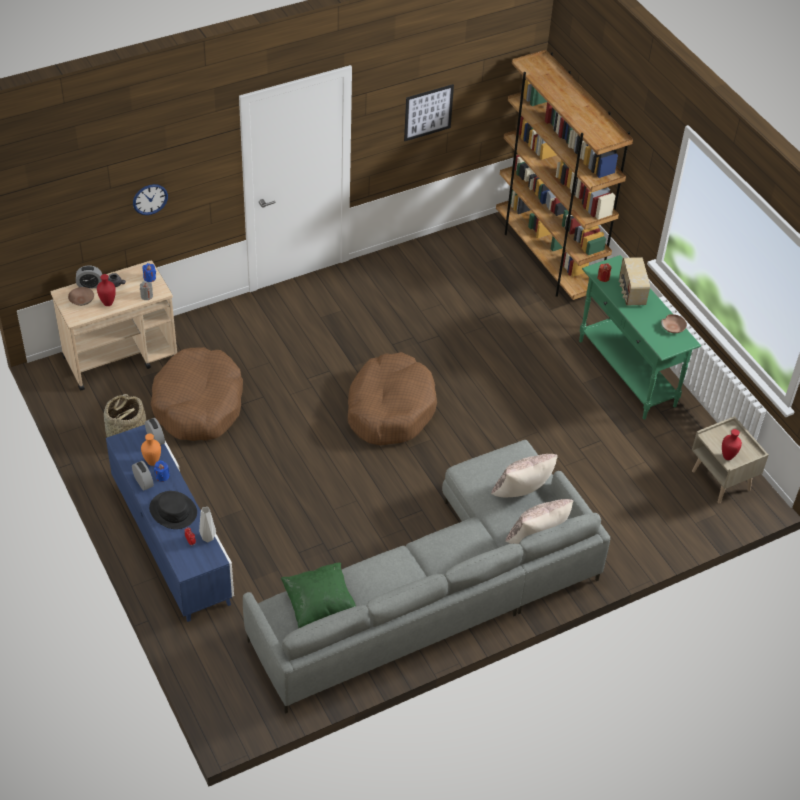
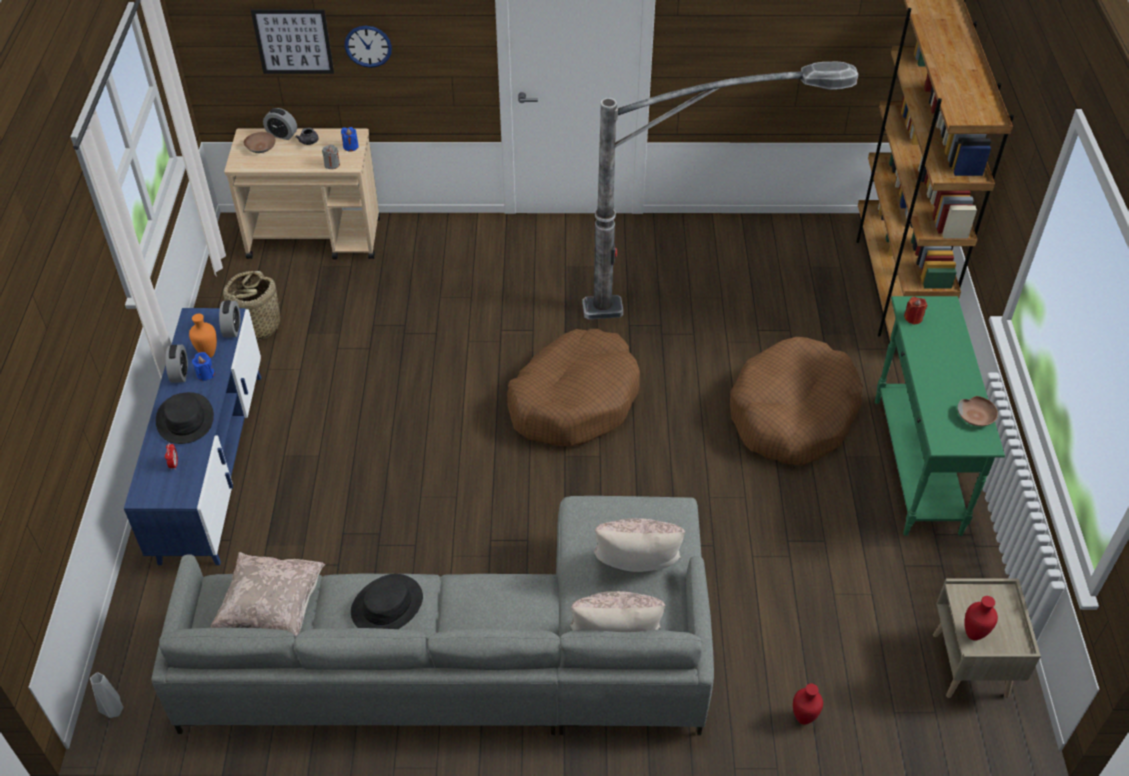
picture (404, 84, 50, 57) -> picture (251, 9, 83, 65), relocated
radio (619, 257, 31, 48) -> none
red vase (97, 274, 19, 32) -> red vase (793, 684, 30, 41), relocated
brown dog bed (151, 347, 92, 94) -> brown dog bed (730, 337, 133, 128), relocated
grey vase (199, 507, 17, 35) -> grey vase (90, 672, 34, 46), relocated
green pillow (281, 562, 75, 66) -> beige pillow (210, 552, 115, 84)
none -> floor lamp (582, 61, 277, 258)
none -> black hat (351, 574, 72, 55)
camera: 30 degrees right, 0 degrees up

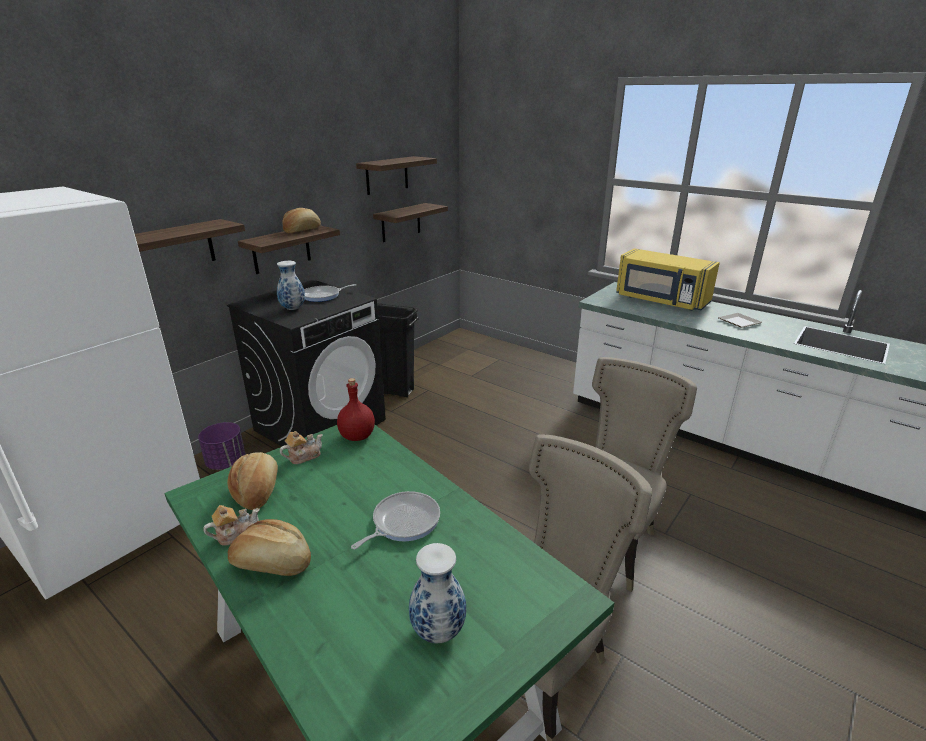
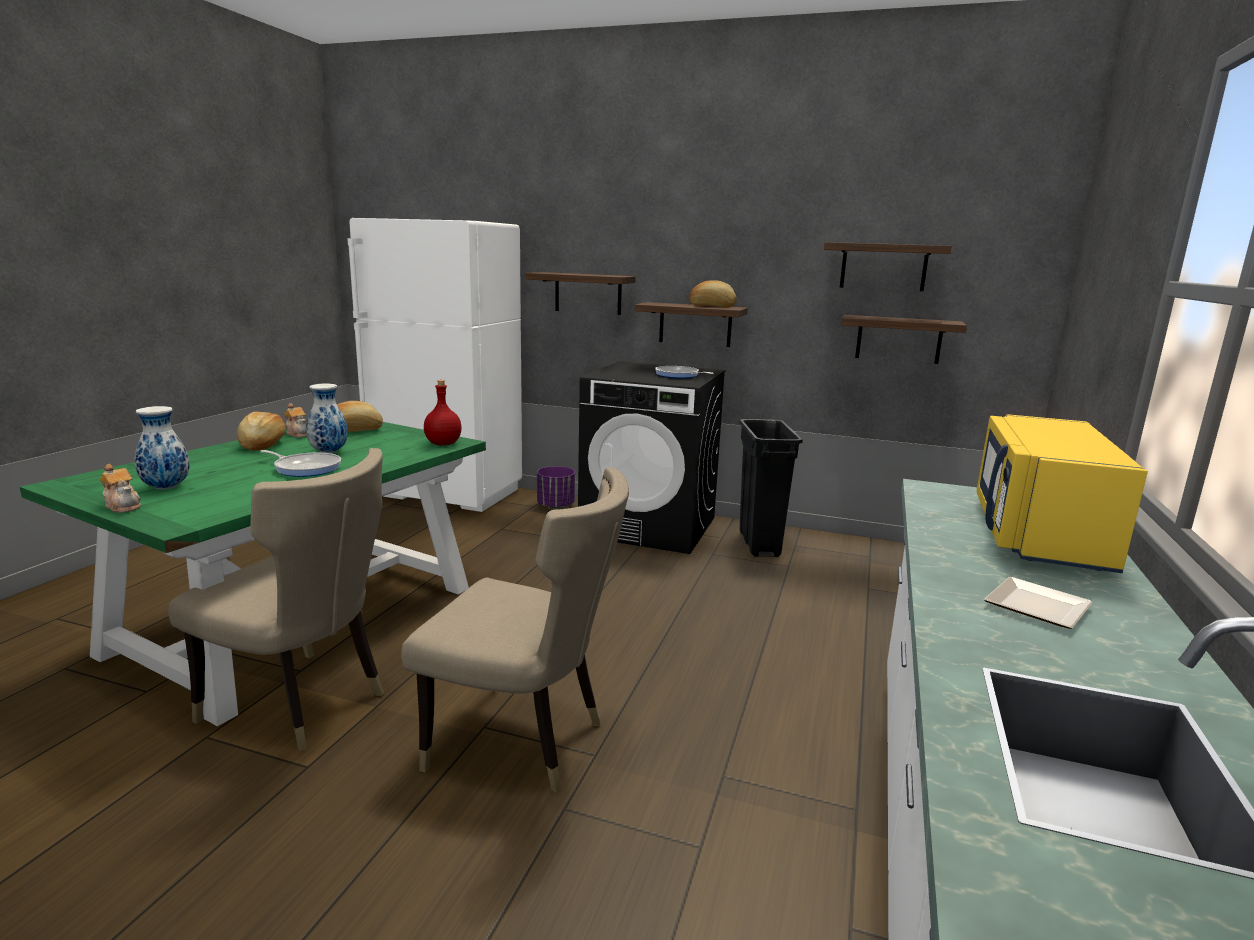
vase (277, 261, 28, 49) -> vase (306, 383, 42, 70), relocated
teapot (280, 431, 43, 33) -> teapot (100, 464, 41, 49), relocated
camera: 70 degrees right, 10 degrees down

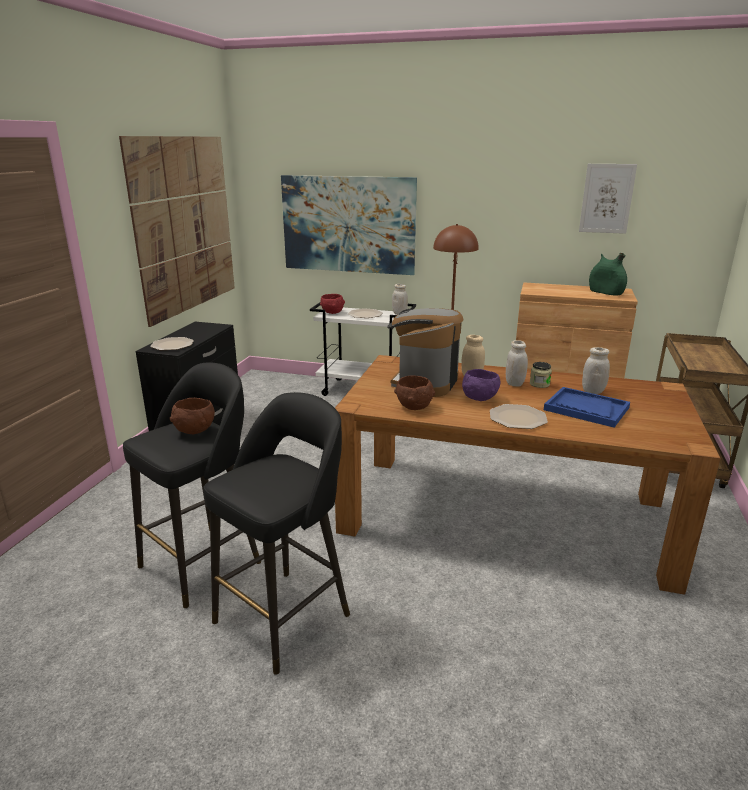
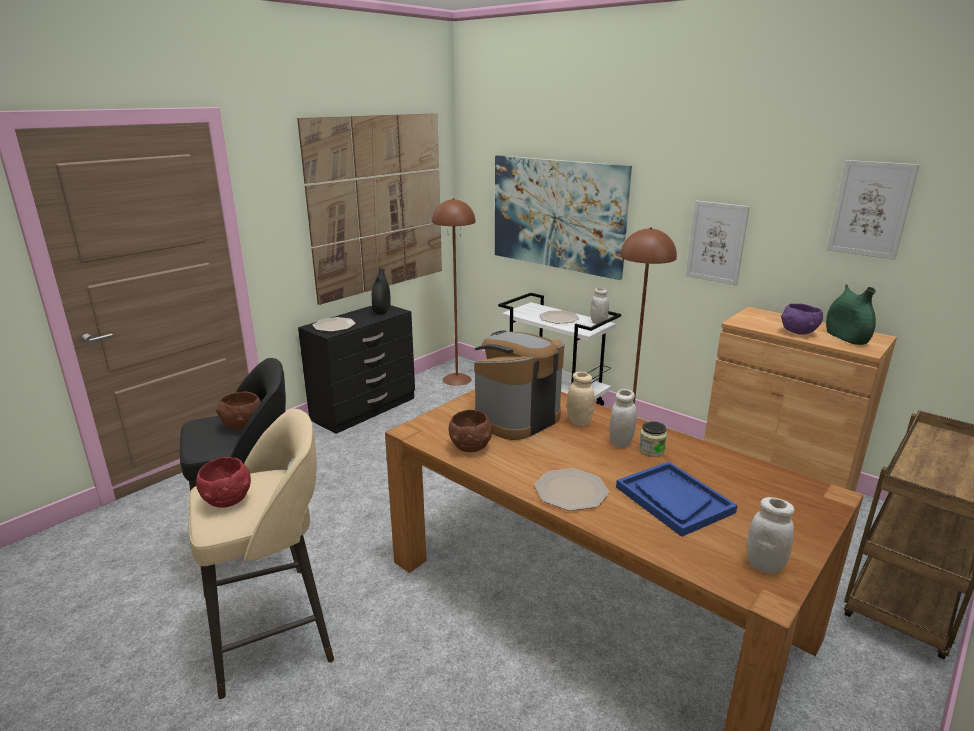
red bowl (320, 294, 25, 20) -> red bowl (196, 457, 55, 51), relocated
white jar (582, 347, 28, 47) -> white jar (747, 497, 48, 76), relocated
purple bowl (462, 369, 39, 32) -> purple bowl (781, 303, 42, 32), relocated
black stool (203, 392, 147, 283) -> beige stool (188, 409, 146, 290)
none -> brown floor lamp (432, 198, 44, 188)
none -> picture (686, 201, 64, 84)
none -> black vase (372, 268, 19, 46)
camera: 25 degrees right, 0 degrees up

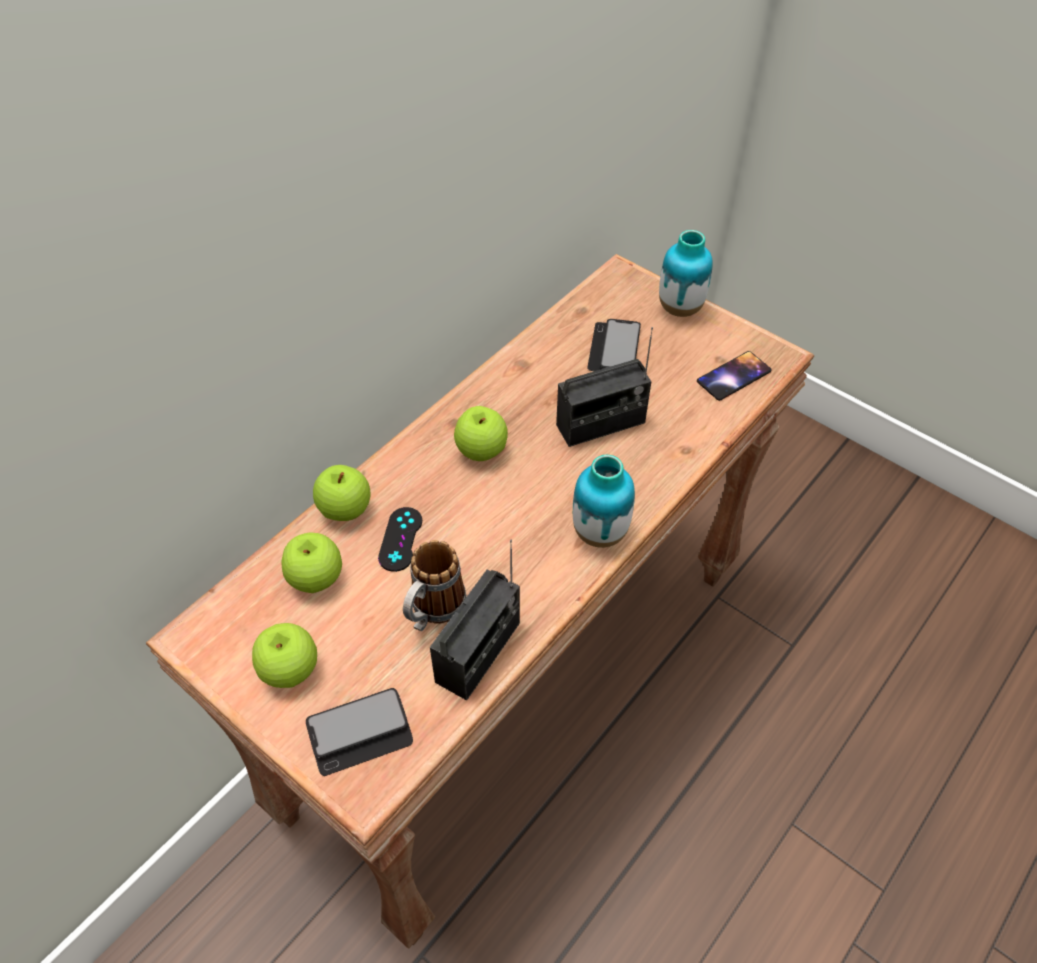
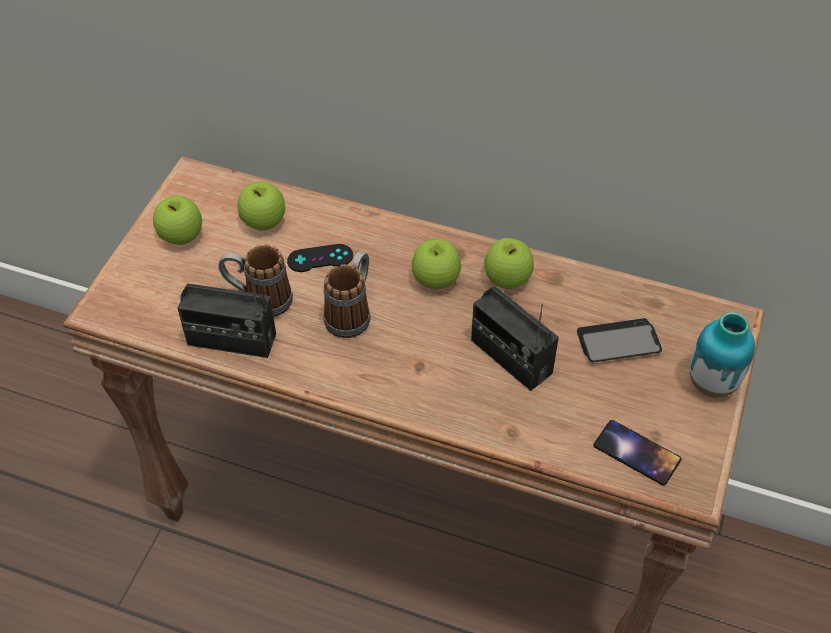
vase (573, 455, 62, 93) -> none
apple (313, 465, 57, 56) -> apple (484, 238, 50, 51), relocated
phone (306, 688, 107, 88) -> none
none -> mug (323, 251, 47, 87)
camera: 70 degrees right, 0 degrees up

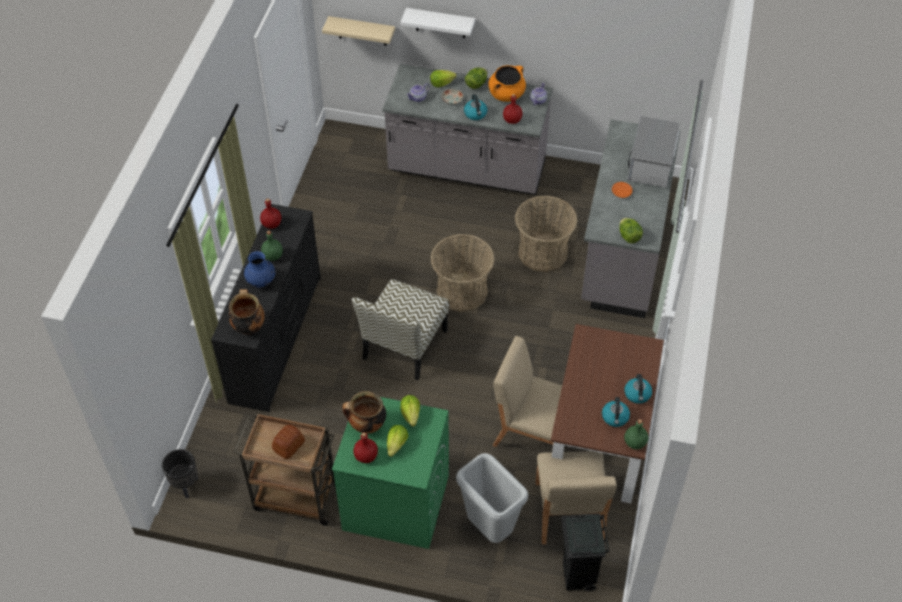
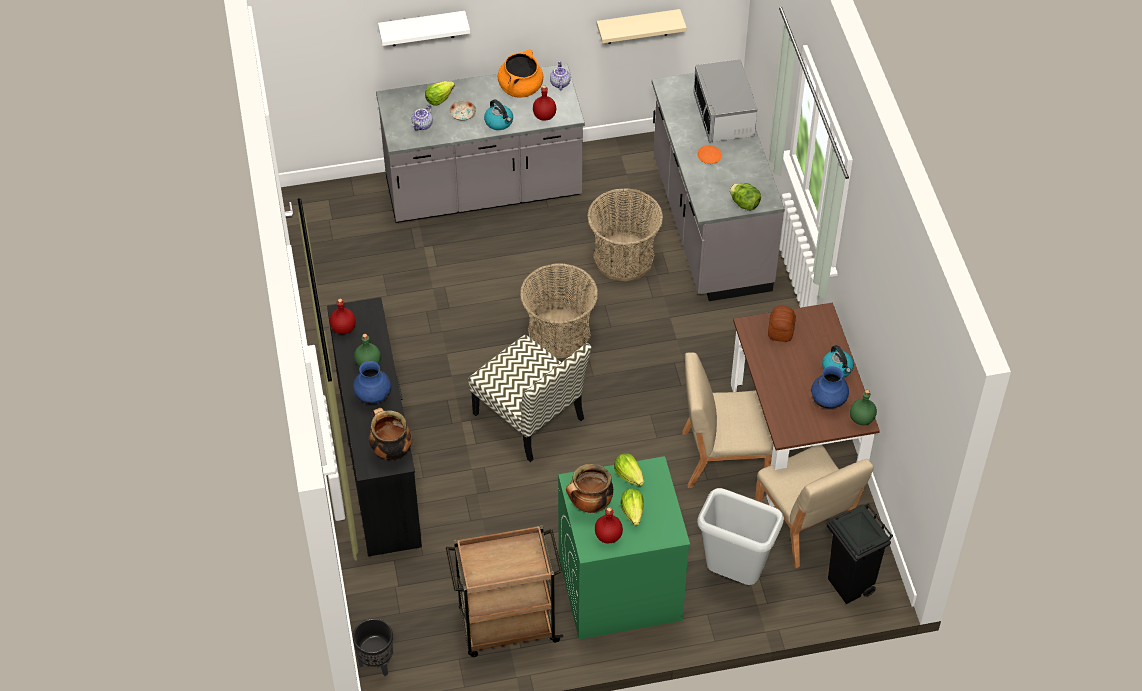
beige shelf (322, 16, 73, 30) -> beige shelf (597, 9, 90, 35), relocated
lettuce (465, 67, 22, 22) -> none
chair (352, 279, 97, 101) -> chair (468, 335, 123, 127), 45 degrees counterclockwise
kettle (602, 397, 28, 30) -> blue vase (811, 366, 38, 42)
bread (272, 425, 33, 34) -> bread (768, 306, 28, 36), relocated
camera: 25 degrees left, 0 degrees up

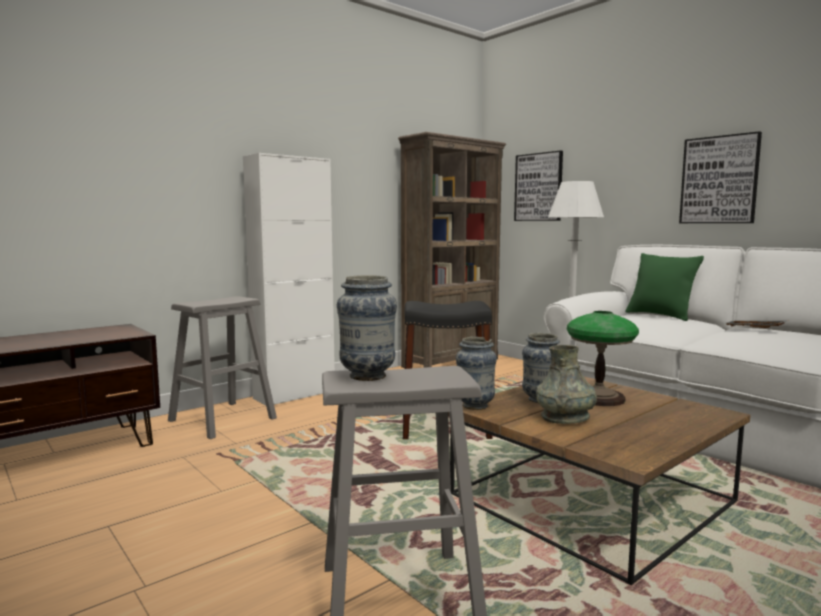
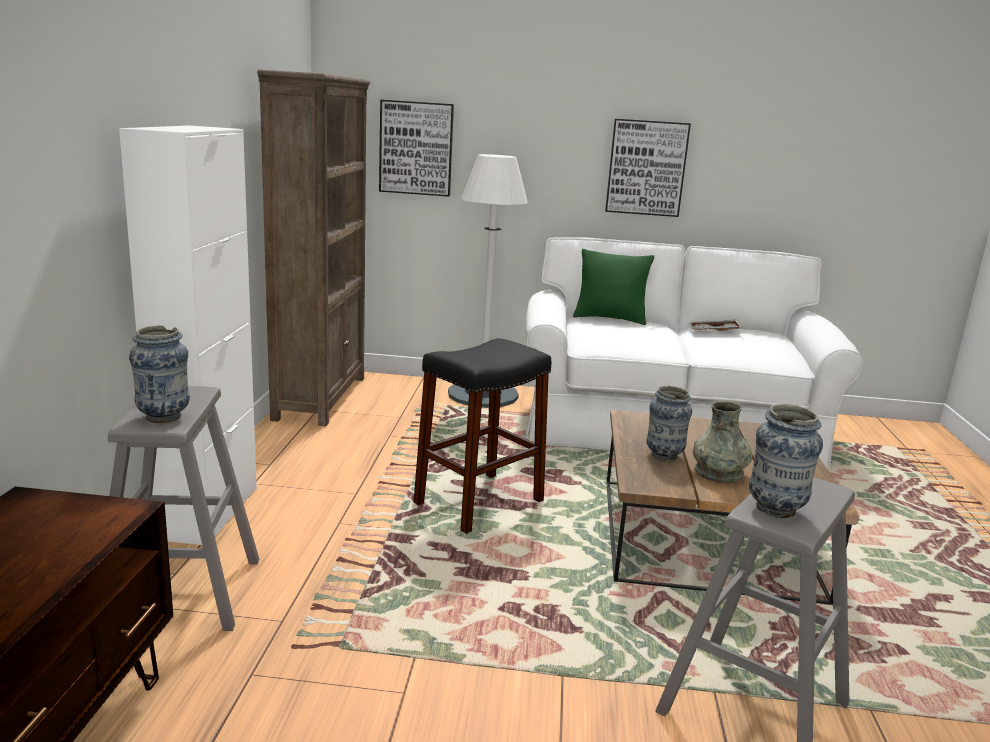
table lamp (567, 311, 72, 95) -> none
vase (456, 337, 41, 73) -> vase (129, 325, 61, 98), relocated
camera: 45 degrees left, 10 degrees up

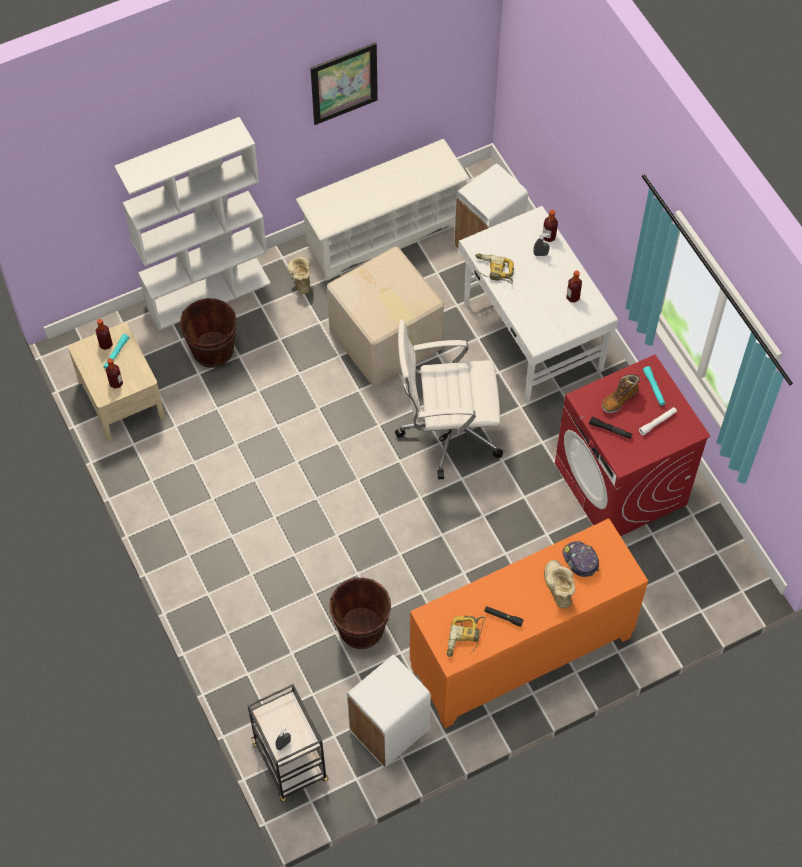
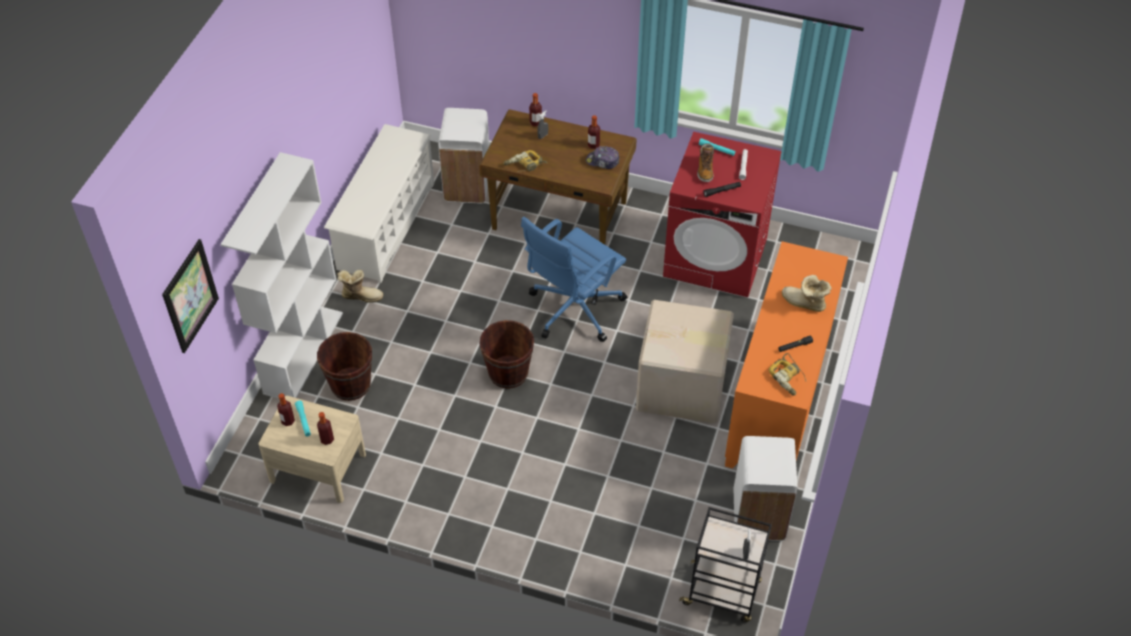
picture (310, 42, 68, 83) -> picture (162, 239, 57, 114), relocated
white desk (458, 206, 160, 198) -> brown desk (479, 109, 158, 136)
cardboard box (327, 247, 117, 140) -> cardboard box (636, 300, 98, 123), relocated
boot (288, 256, 22, 38) -> boot (337, 270, 46, 33), 150 degrees clockwise
white office chair (395, 319, 108, 160) -> blue office chair (521, 216, 106, 126)
cap (563, 541, 36, 36) -> cap (586, 146, 33, 23), relocated
brown bucket (329, 578, 62, 71) -> brown bucket (479, 320, 55, 69), relocated
camera: 45 degrees left, 10 degrees down

